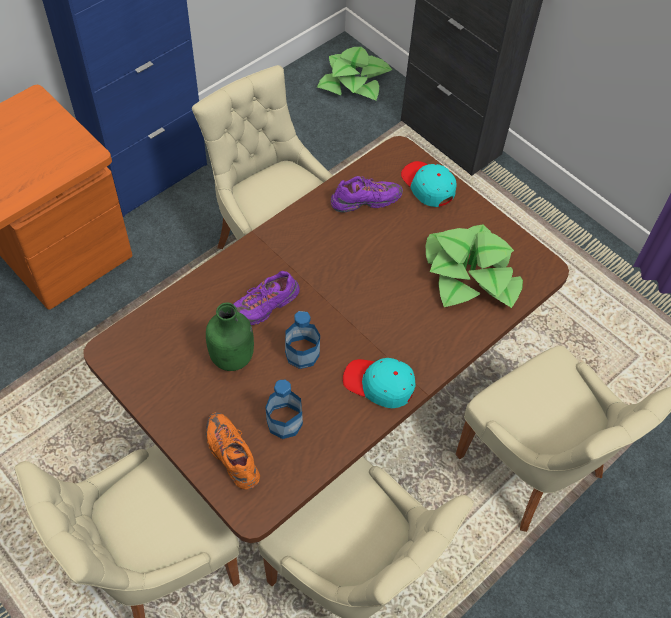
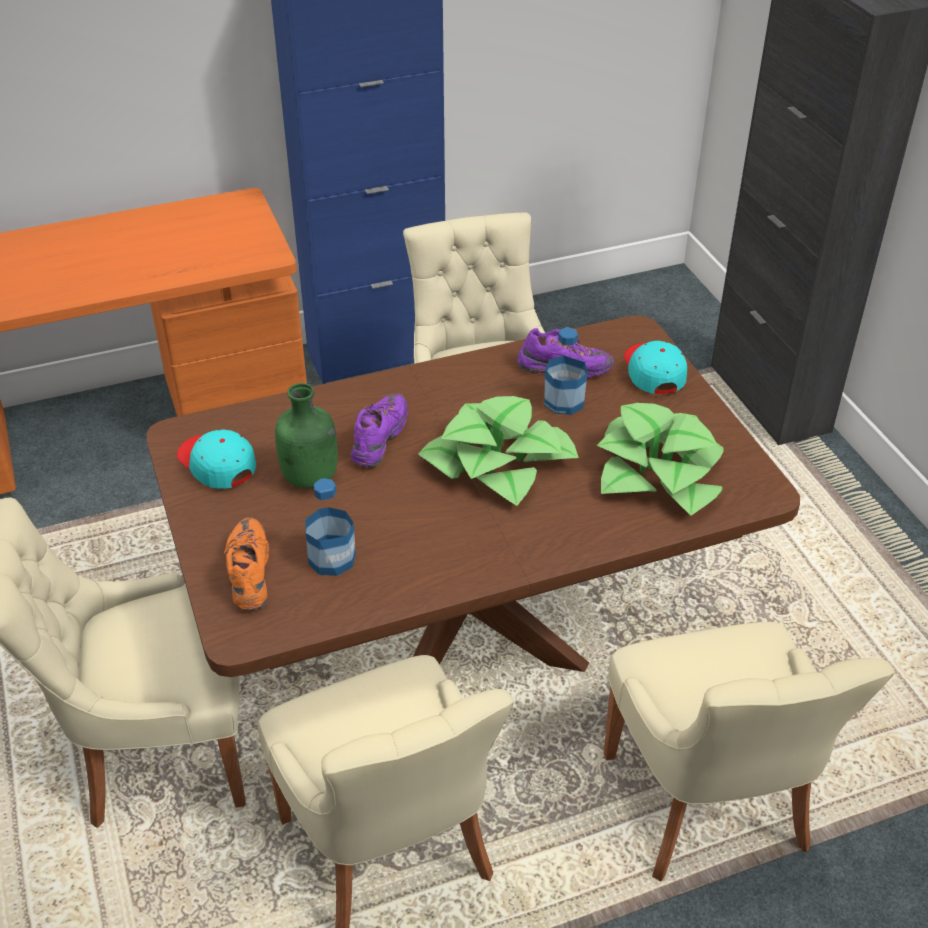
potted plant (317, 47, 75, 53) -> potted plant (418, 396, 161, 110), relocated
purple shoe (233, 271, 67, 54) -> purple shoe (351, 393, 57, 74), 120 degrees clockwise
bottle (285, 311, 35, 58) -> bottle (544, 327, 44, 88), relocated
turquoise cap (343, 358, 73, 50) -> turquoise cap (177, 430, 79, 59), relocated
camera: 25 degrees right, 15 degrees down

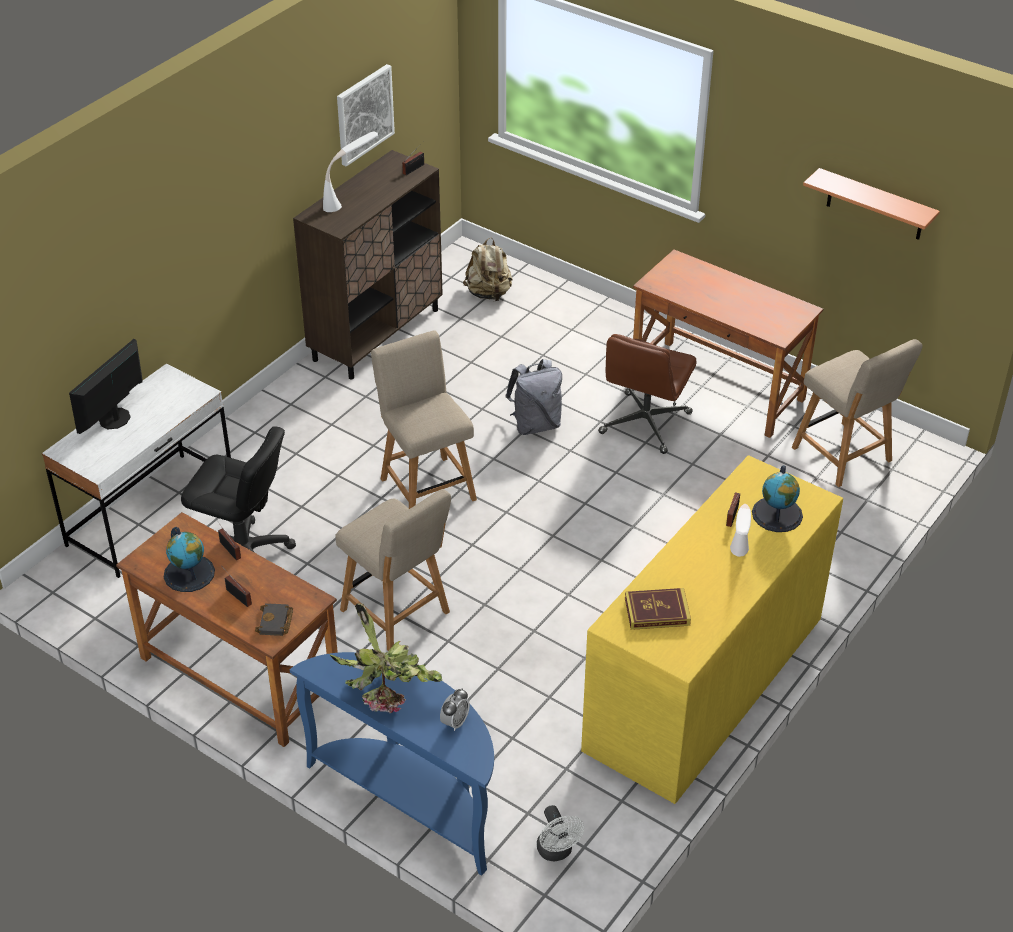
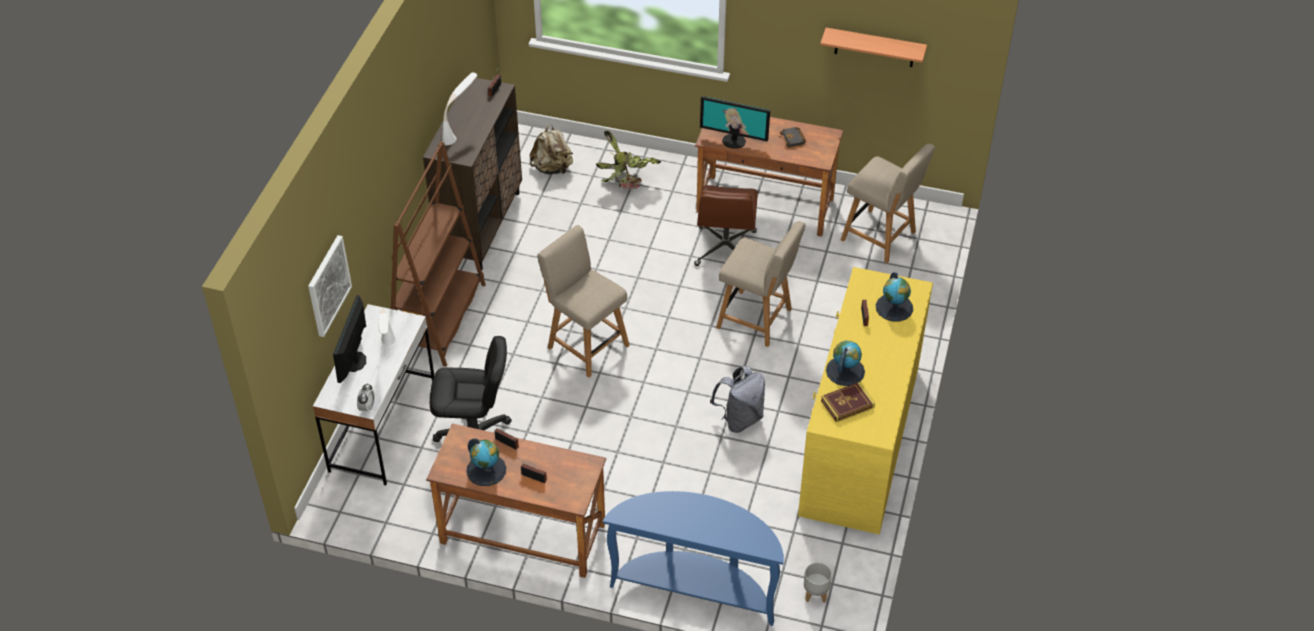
picture (337, 64, 58, 103) -> picture (308, 235, 44, 102), relocated
grey backpack (505, 359, 57, 76) -> grey backpack (710, 366, 55, 67), relocated
beige chair (336, 489, 115, 162) -> beige chair (716, 221, 89, 126), relocated
white table lamp (730, 504, 21, 53) -> white table lamp (378, 309, 17, 36), relocated
black book (255, 603, 38, 33) -> black book (780, 127, 26, 20), relocated
potted plant (330, 604, 112, 109) -> potted plant (596, 130, 65, 60), relocated
alarm clock (440, 688, 30, 43) -> alarm clock (357, 383, 18, 30), relocated
white fan (537, 805, 47, 56) -> grey planter (804, 562, 28, 41)
none -> monitor (700, 96, 70, 52)
none -> brown bookcase (391, 142, 95, 224)
none -> globe (826, 340, 39, 46)
camera: 20 degrees left, 5 degrees up

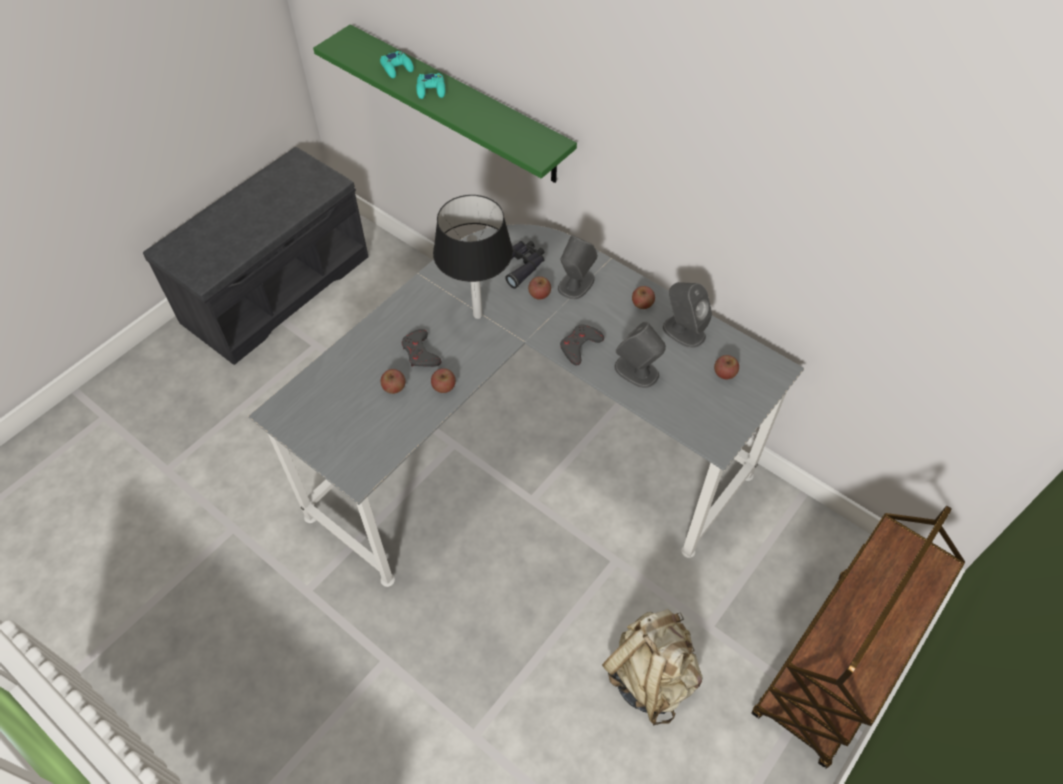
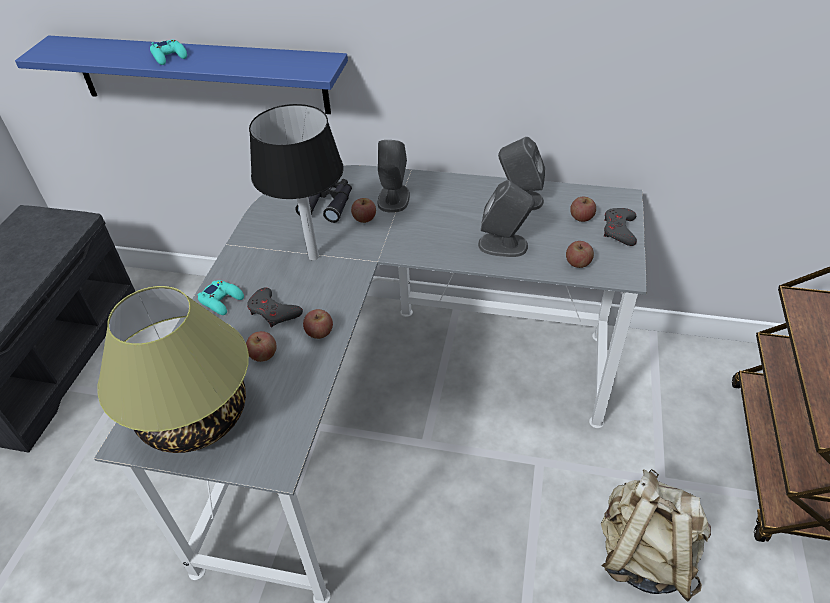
green shelf (313, 24, 264, 159) -> blue shelf (15, 36, 333, 78)
turquoise game controller (380, 51, 34, 27) -> turquoise game controller (198, 280, 46, 35), relocated
apple (632, 286, 23, 23) -> apple (566, 241, 28, 27), relocated
grey game controller (560, 324, 44, 42) -> grey game controller (604, 208, 33, 38), relocated
none -> table lamp (98, 286, 151, 167)
camera: 25 degrees left, 10 degrees down

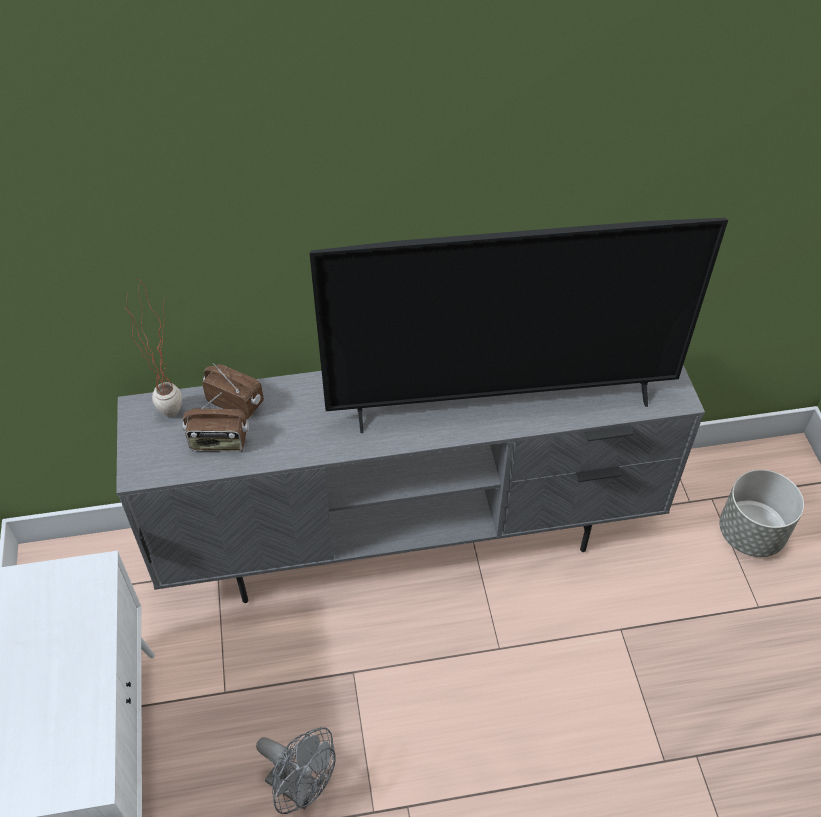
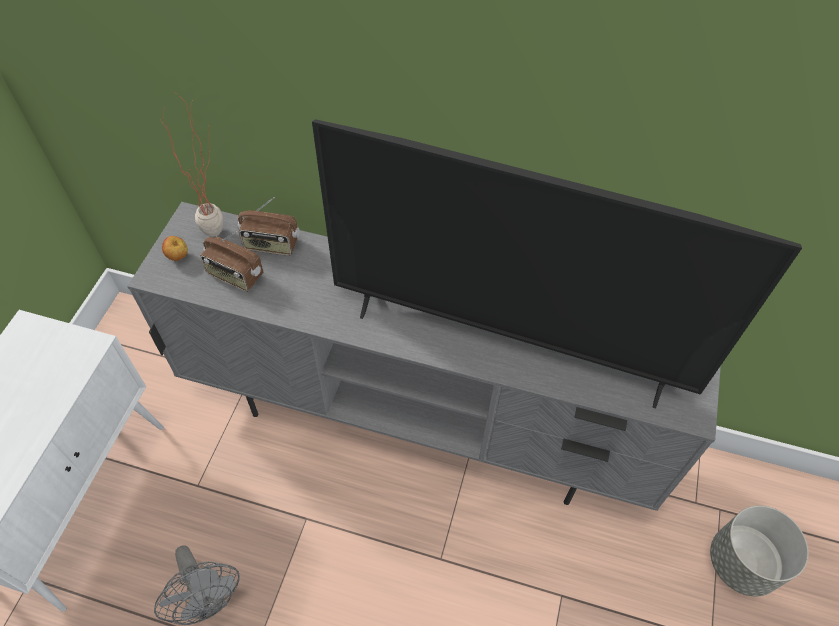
radio (202, 363, 62, 56) -> radio (238, 197, 62, 59), 135 degrees clockwise
none -> apple (162, 236, 26, 25)
camera: 25 degrees right, 5 degrees up

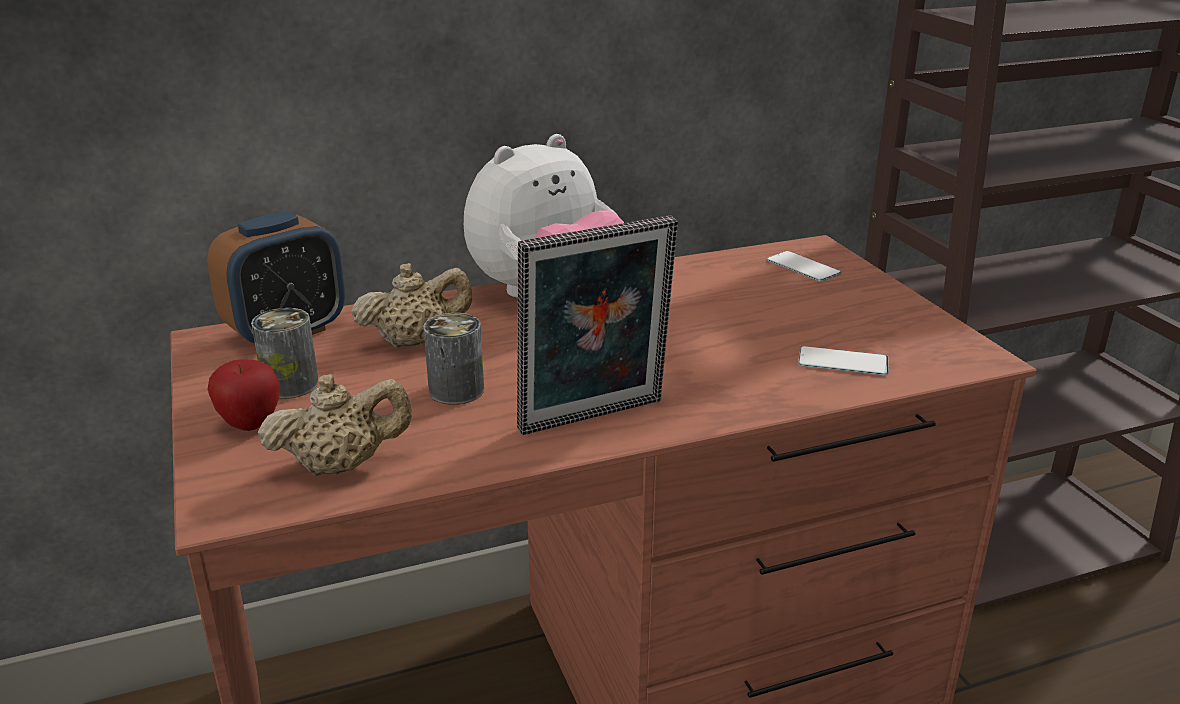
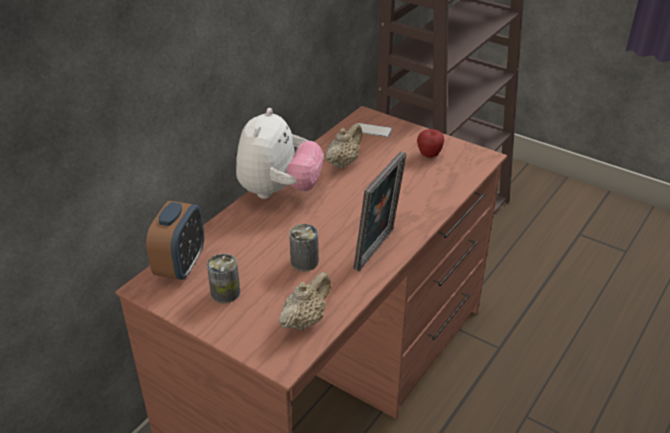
beige teapot (351, 263, 121, 85) -> beige teapot (326, 123, 36, 45), relocated
phone (798, 346, 91, 29) -> none
apple (208, 359, 72, 72) -> apple (417, 129, 27, 29), relocated
camera: 35 degrees left, 10 degrees up

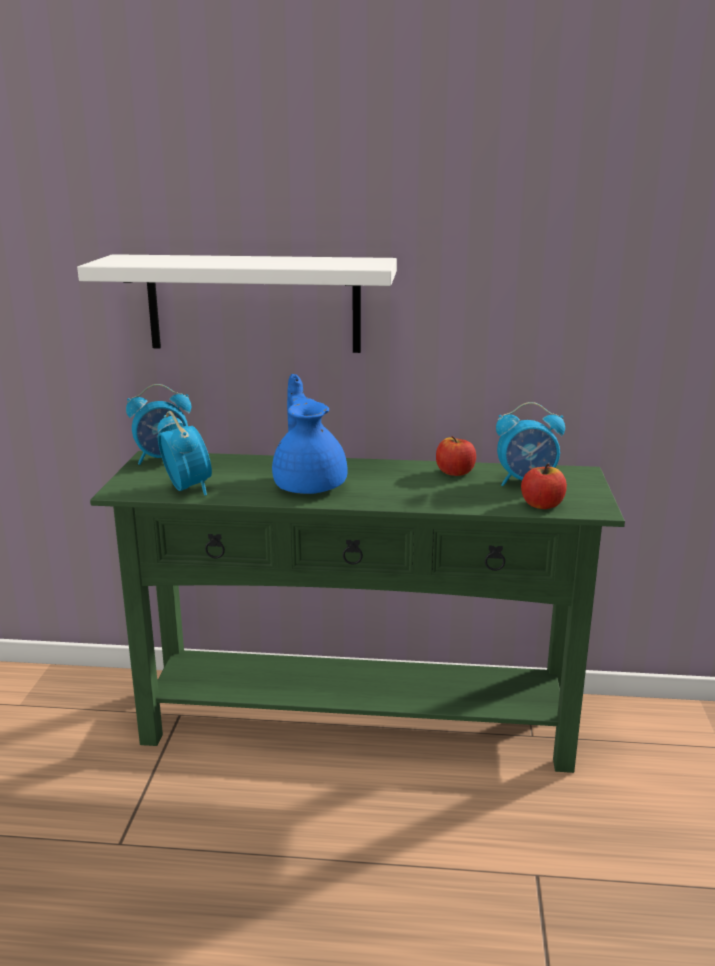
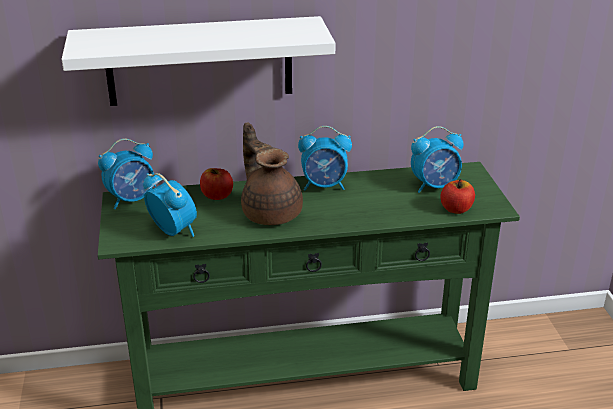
blue teapot (272, 374, 75, 120) -> brown teapot (241, 123, 62, 102)
apple (436, 436, 40, 40) -> apple (200, 168, 33, 32), relocated
none -> alarm clock (298, 126, 54, 64)
camera: 15 degrees left, 10 degrees up

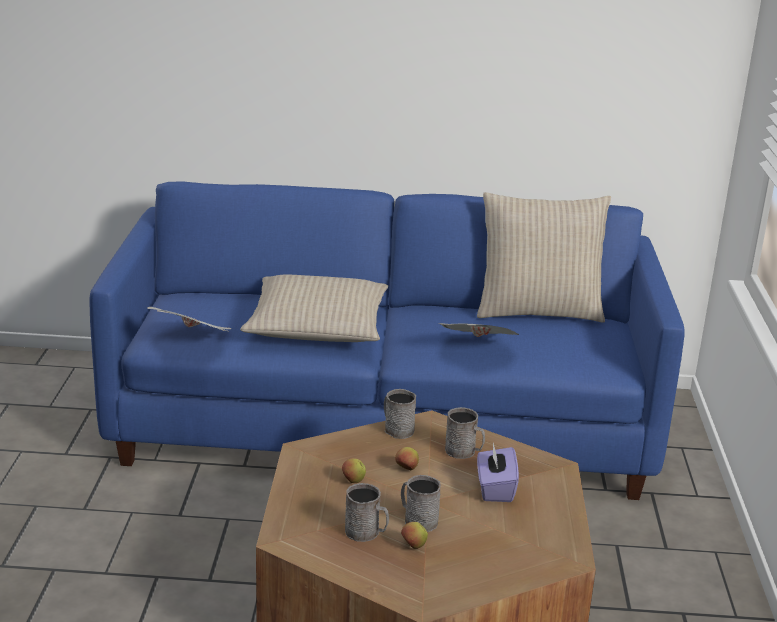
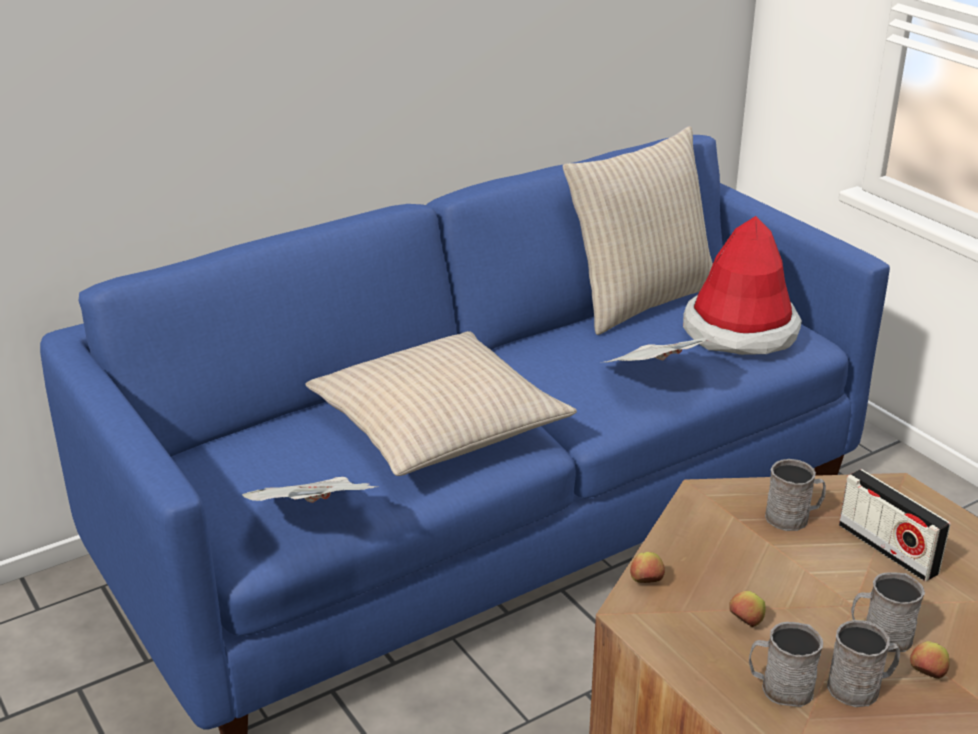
grey mug (384, 389, 32, 50) -> grey mug (749, 622, 74, 85), relocated
purple tissue box (477, 443, 42, 59) -> radio (839, 469, 112, 112)
apple (395, 447, 24, 23) -> apple (630, 552, 35, 31), relocated
none -> hat (683, 216, 119, 139)
camera: 35 degrees left, 5 degrees up

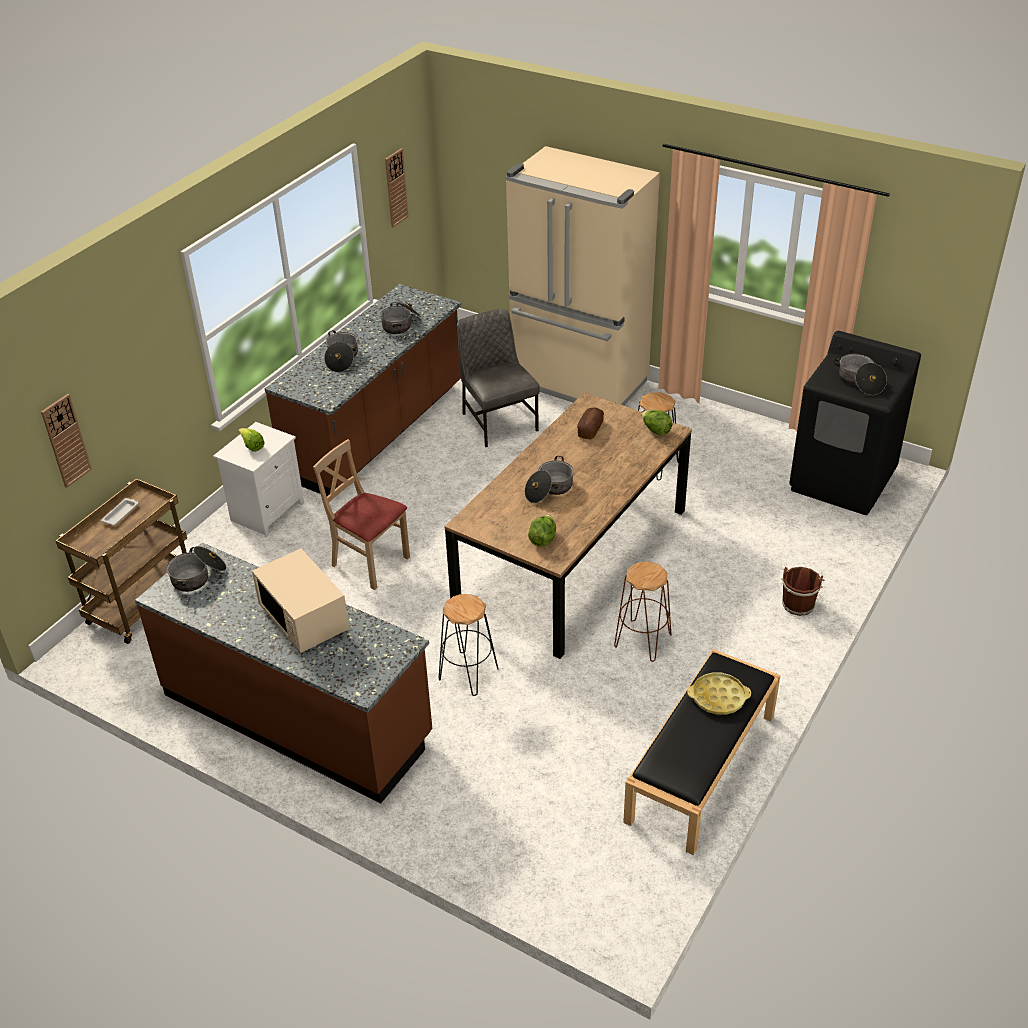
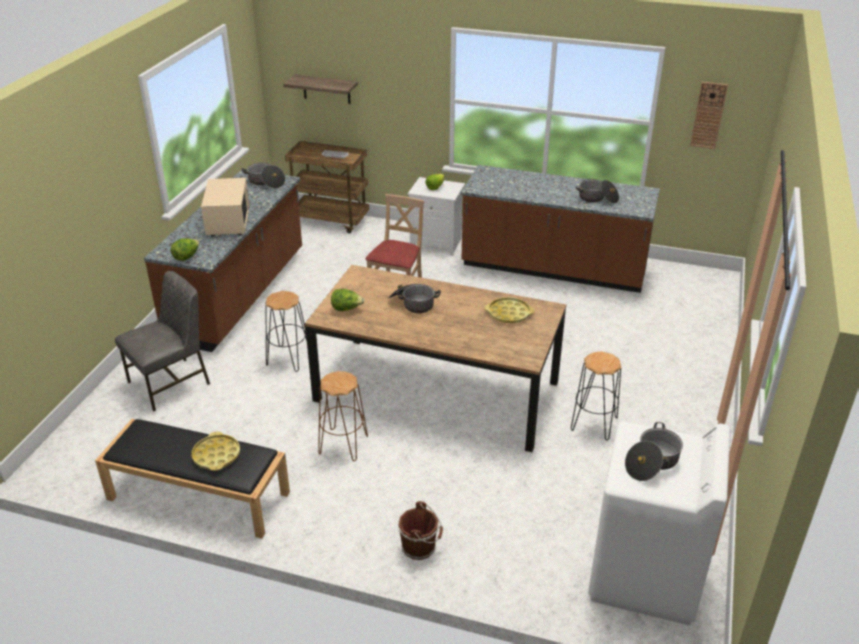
beige fridge (506, 146, 154, 259) -> none
grey chair (457, 309, 83, 138) -> grey chair (115, 271, 95, 140), relocated
cooking pot (324, 330, 34, 42) -> none
black washing machine (789, 331, 132, 184) -> white washing machine (588, 422, 143, 203)
wall clock (41, 394, 51, 94) -> shelf (283, 75, 75, 29)
bread (577, 407, 27, 32) -> yellow tray (485, 297, 50, 26)
lettuce (642, 410, 30, 26) -> lettuce (171, 238, 28, 23), relocated
beige microwave (252, 548, 97, 105) -> beige microwave (201, 178, 48, 58), 135 degrees clockwise
camera: 75 degrees right, 5 degrees down

